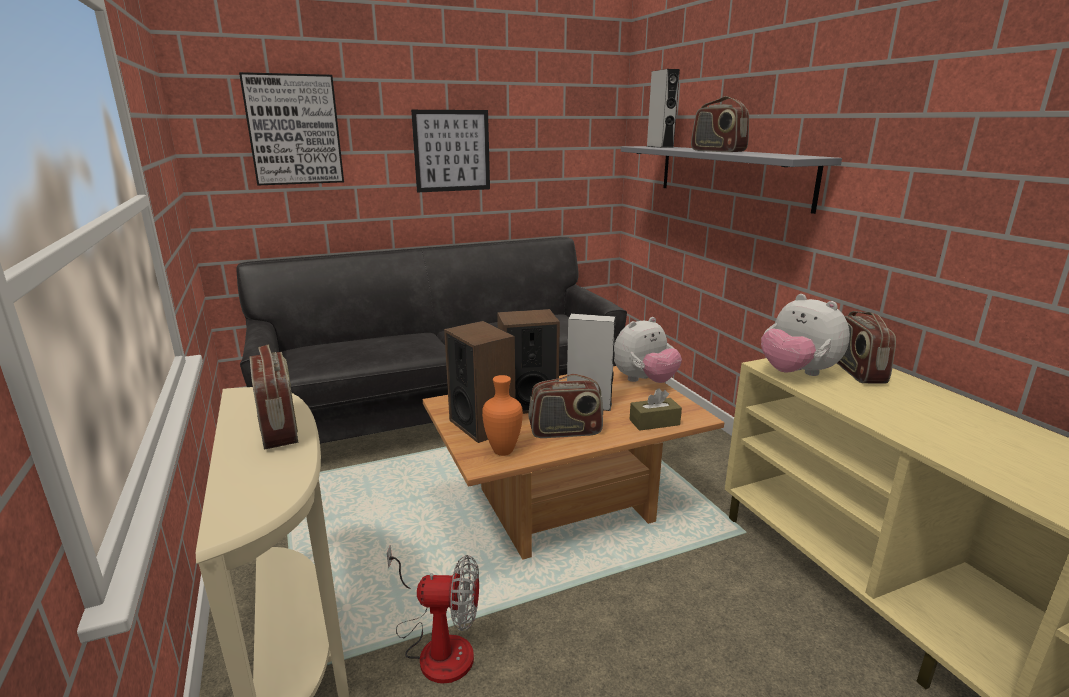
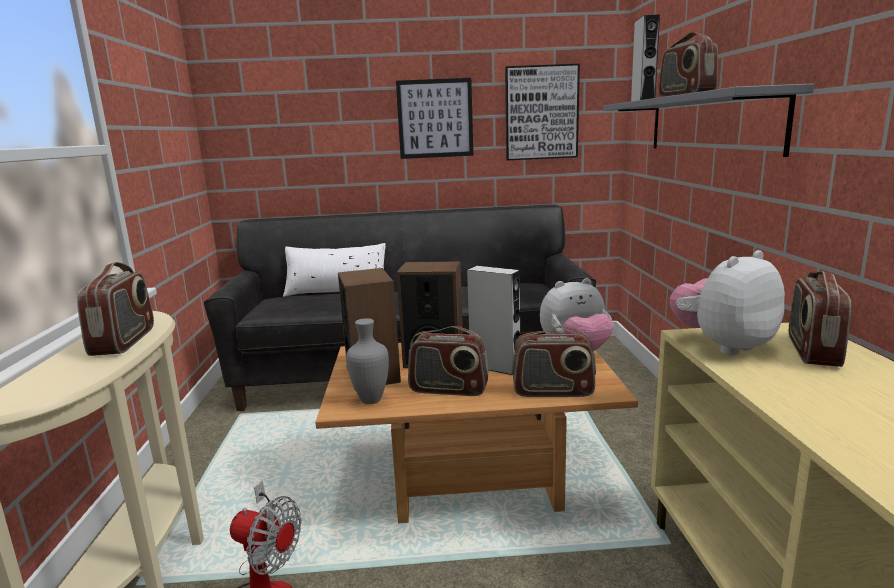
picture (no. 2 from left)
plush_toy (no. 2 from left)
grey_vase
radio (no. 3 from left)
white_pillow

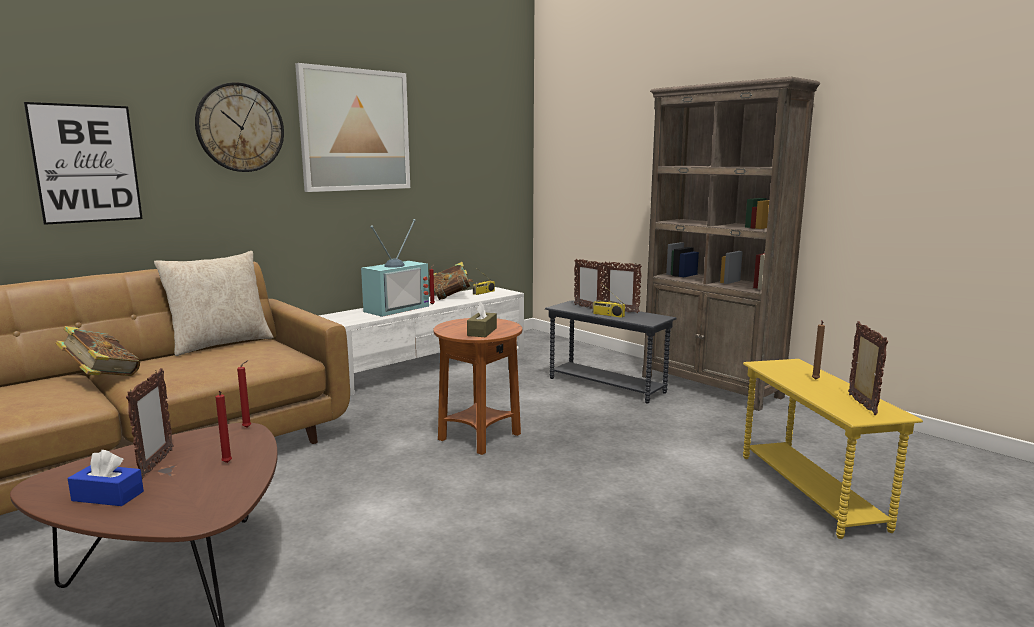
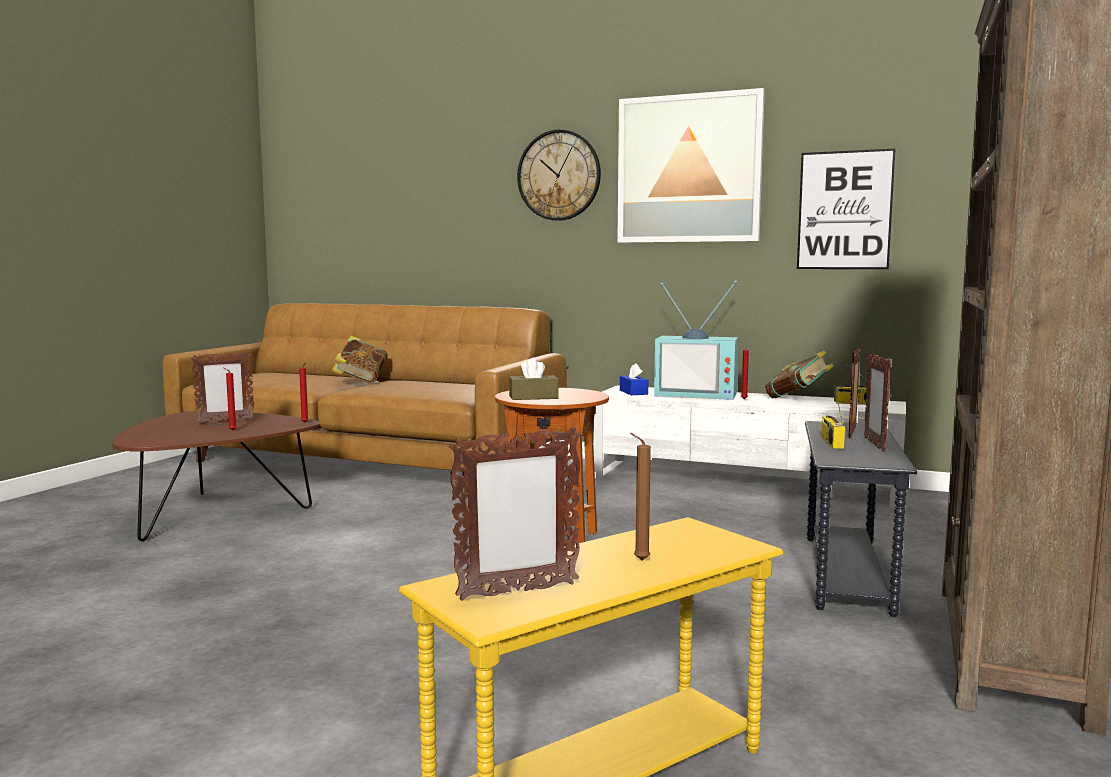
picture (no. 2 from left)
beige_pillow
blue_tissue_box

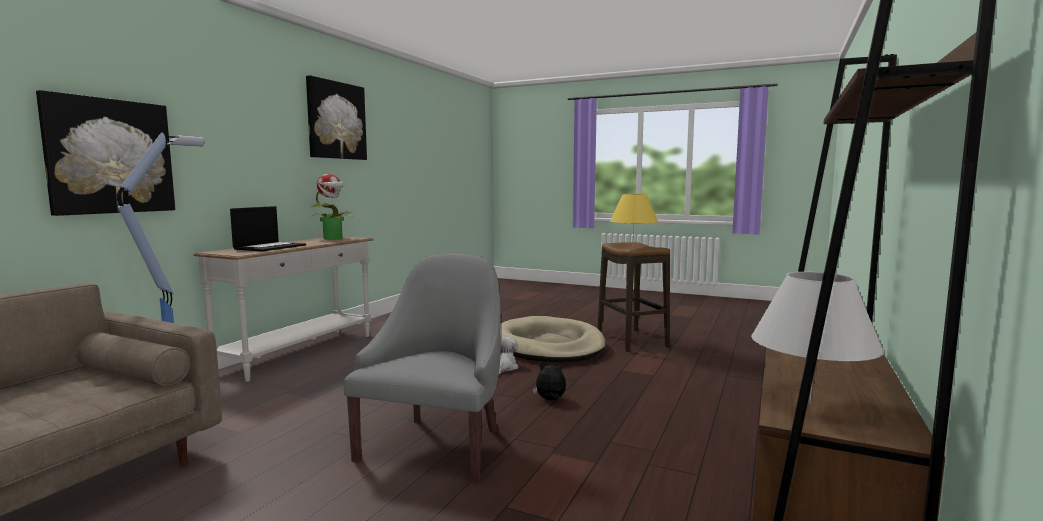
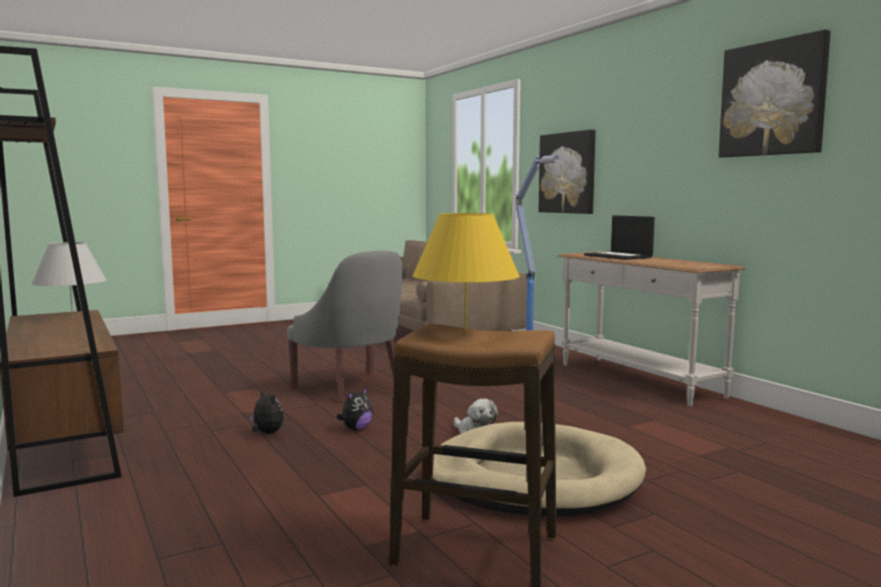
potted_plant
plush_toy (no. 1 from left)

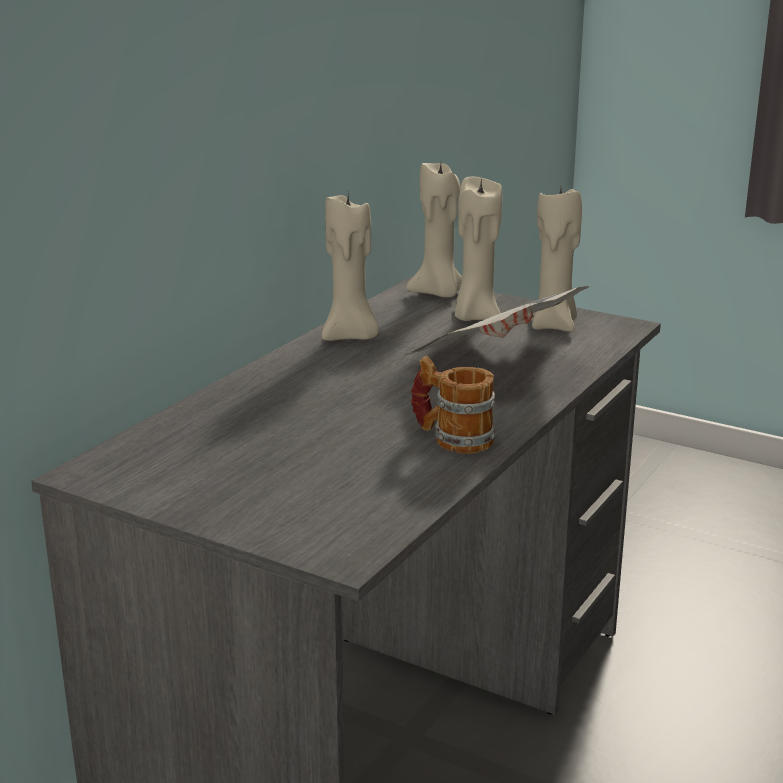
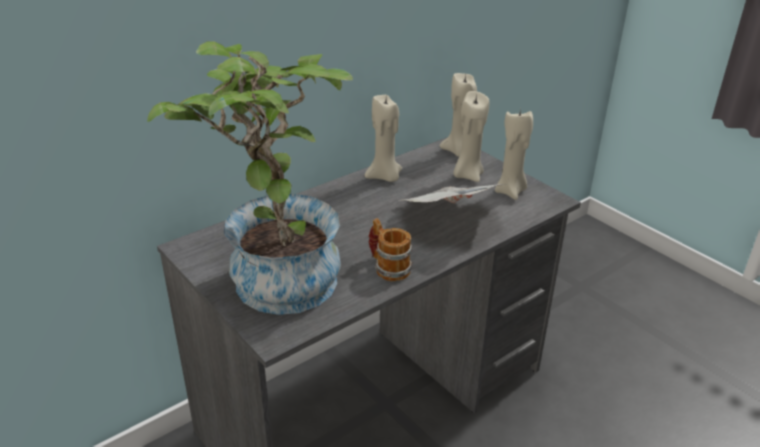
potted_plant

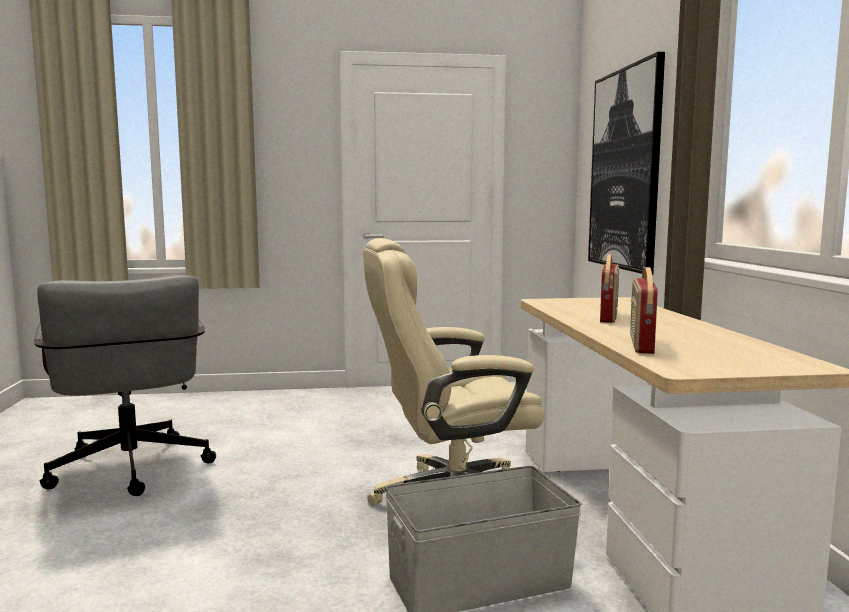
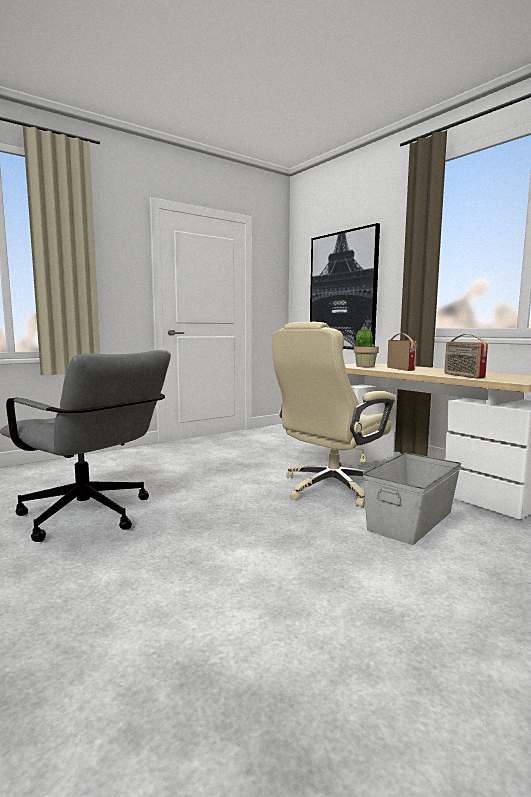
potted_plant

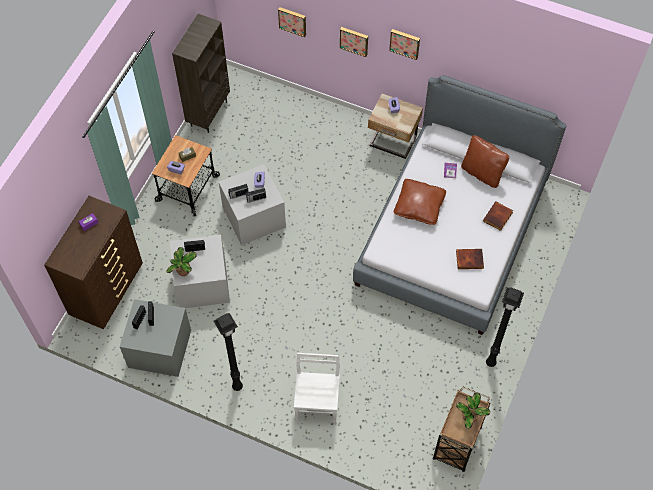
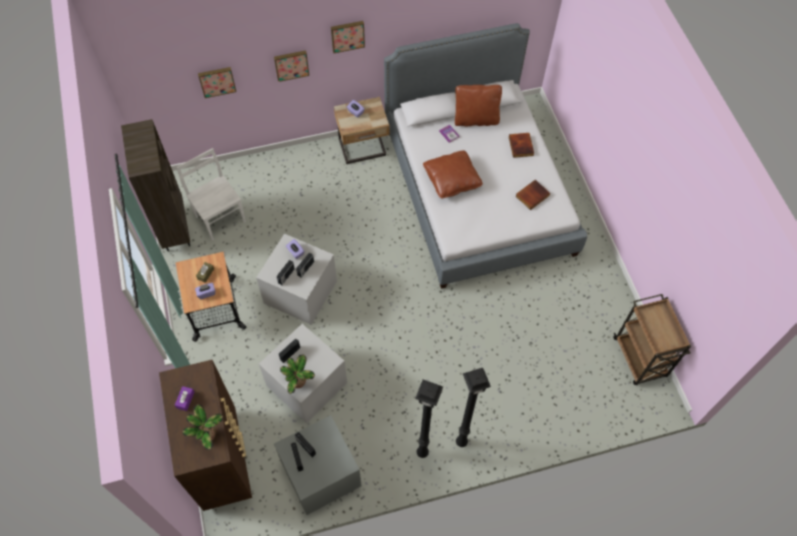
black_floor_lamp (no. 2 from left)
white_chair
potted_plant (no. 1 from left)

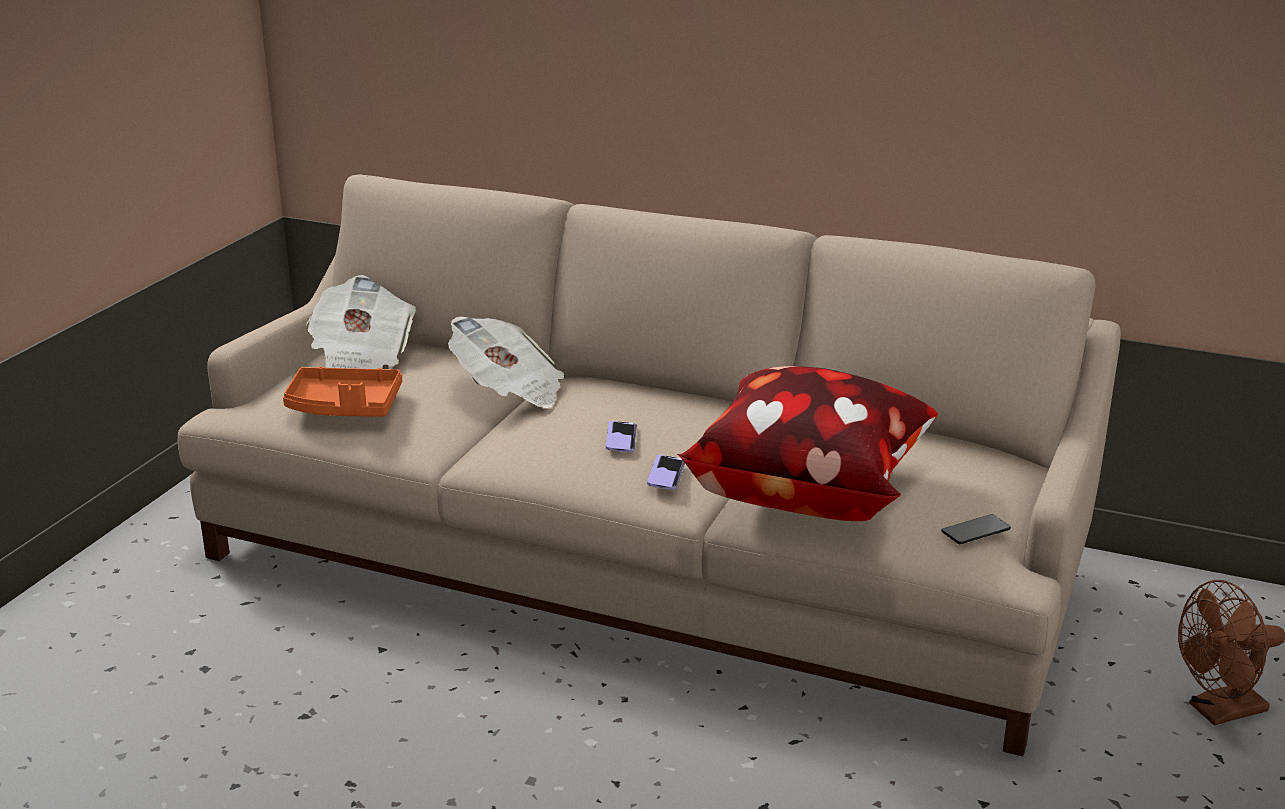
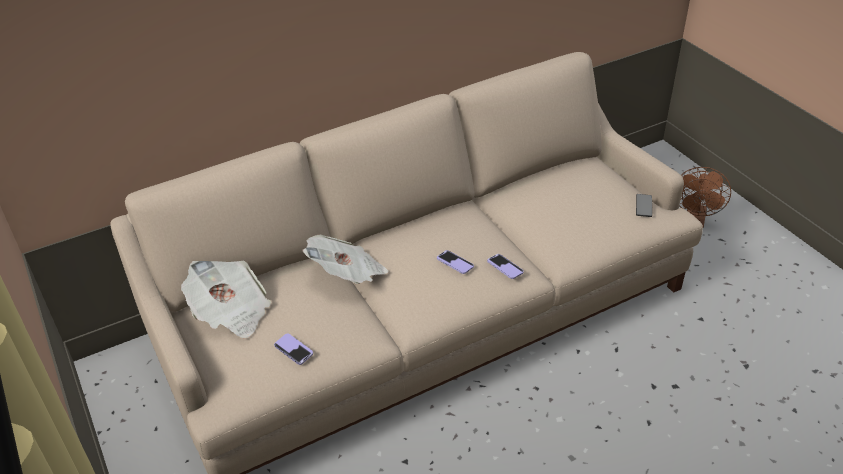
pillow
phone (no. 1 from left)

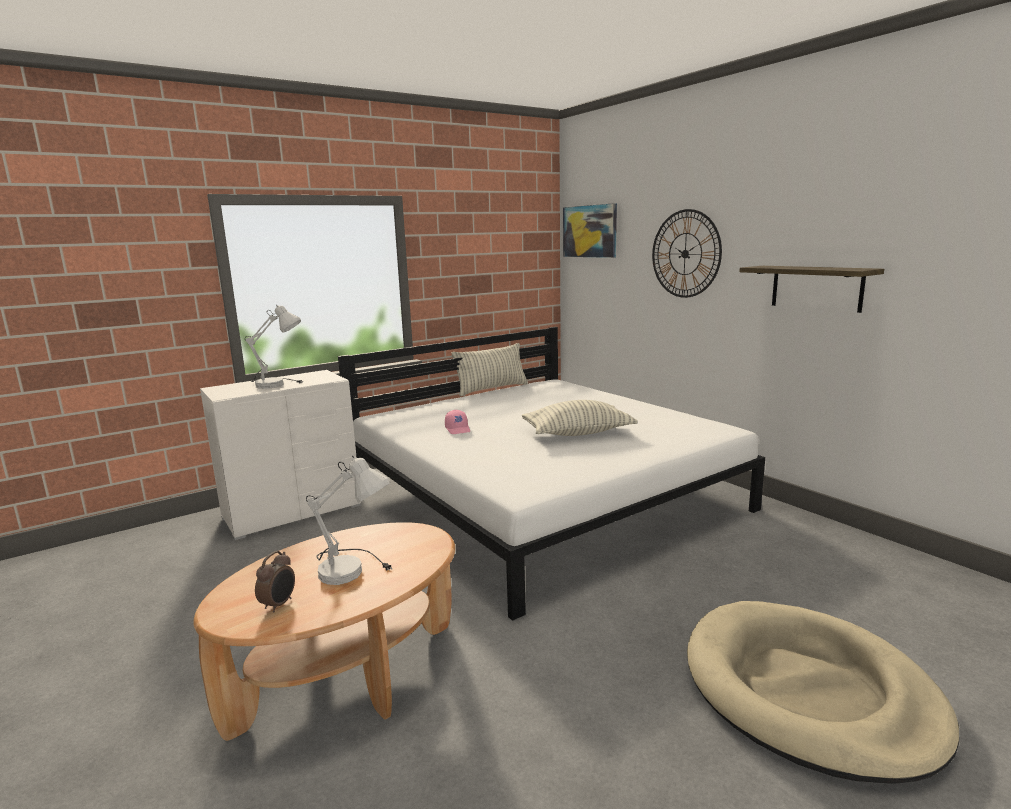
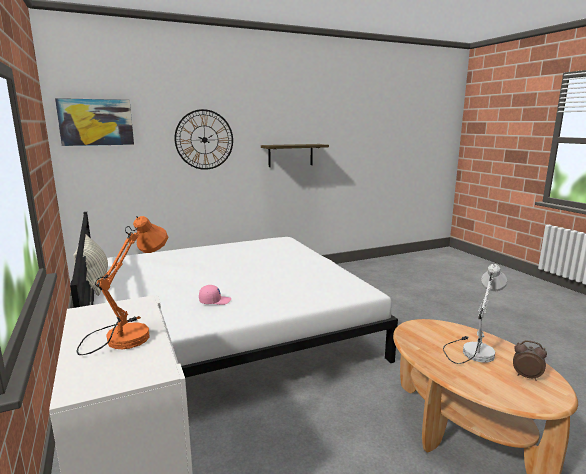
orange_table_lamp
pillow (no. 2 from left in the first image)
beige_dog_bed

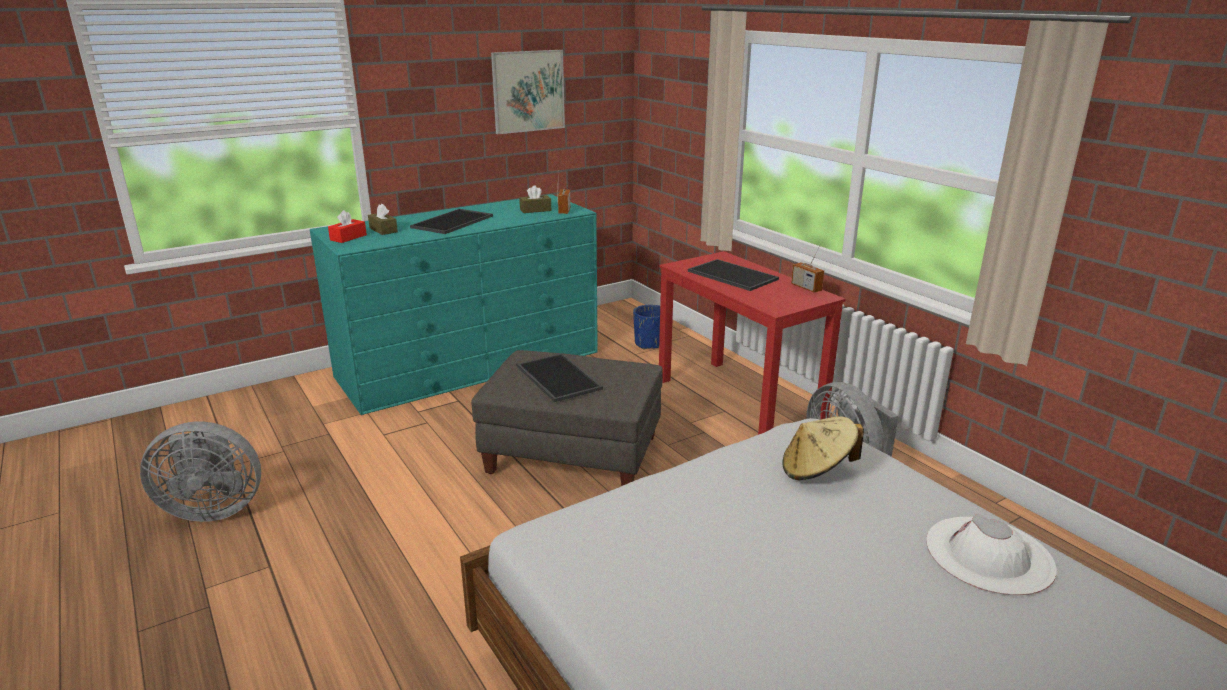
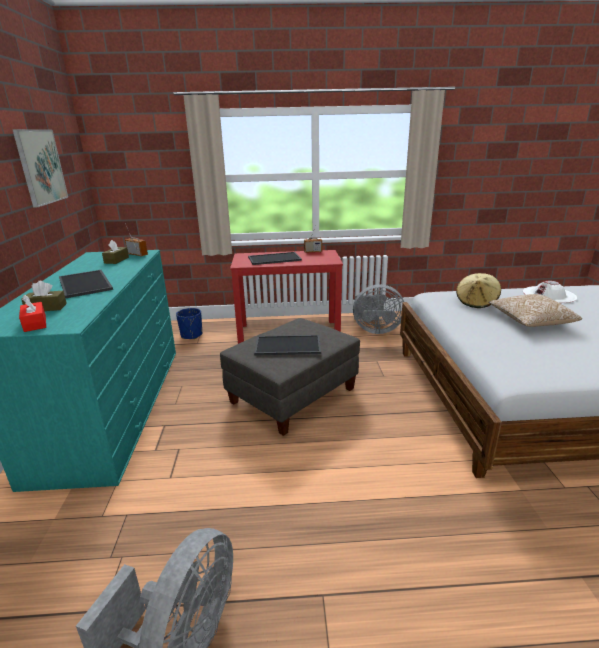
pillow

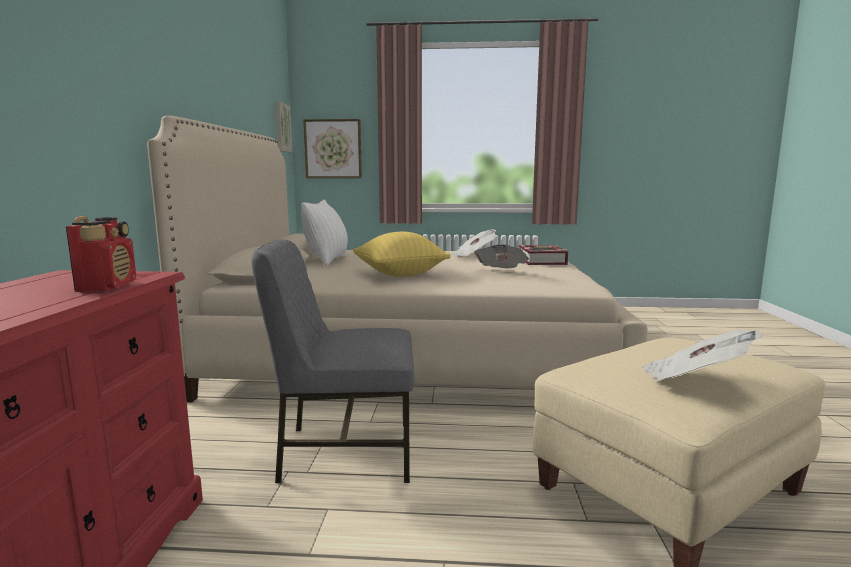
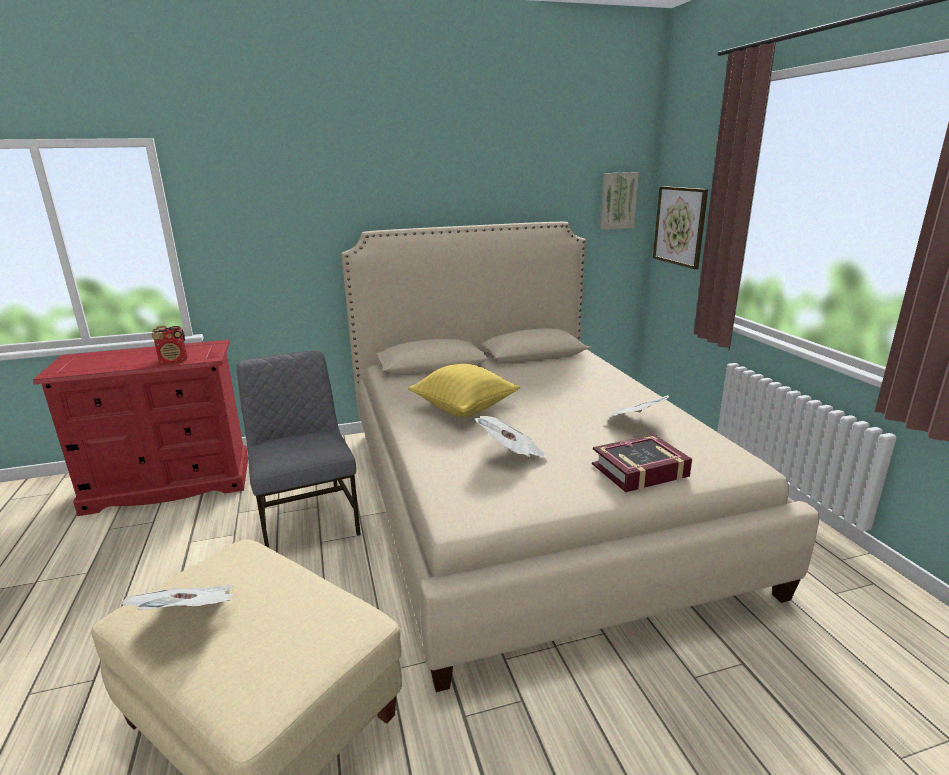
white_pillow

